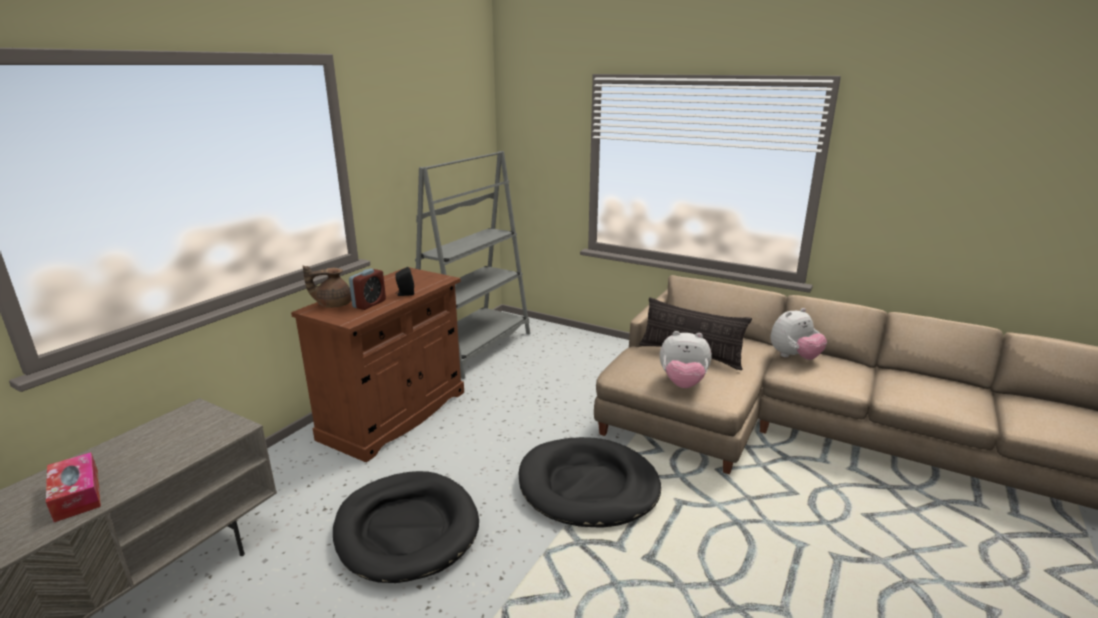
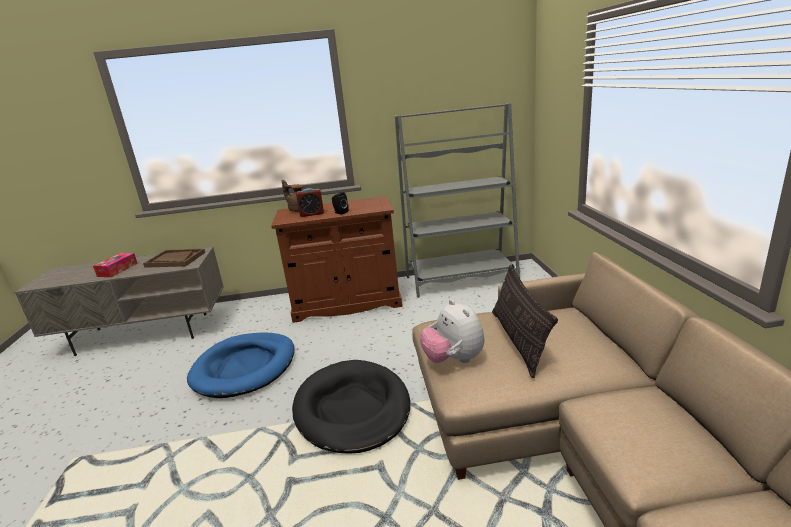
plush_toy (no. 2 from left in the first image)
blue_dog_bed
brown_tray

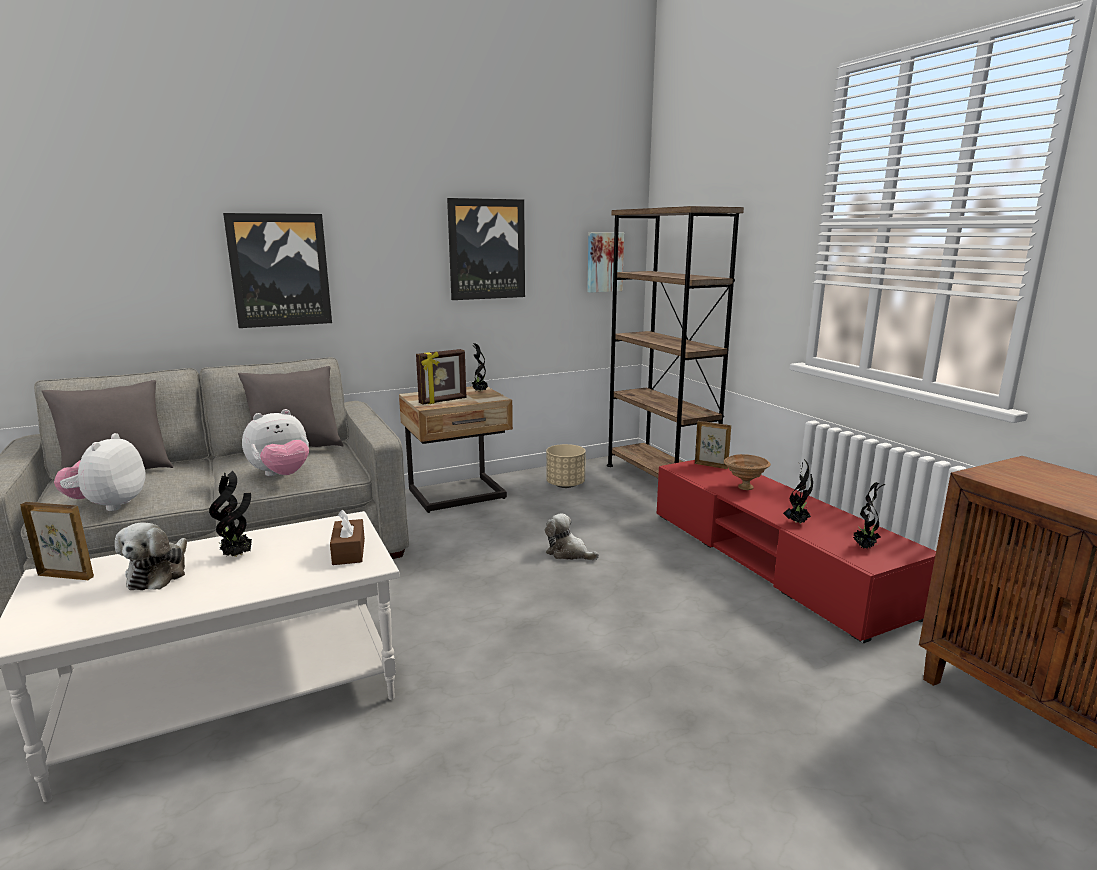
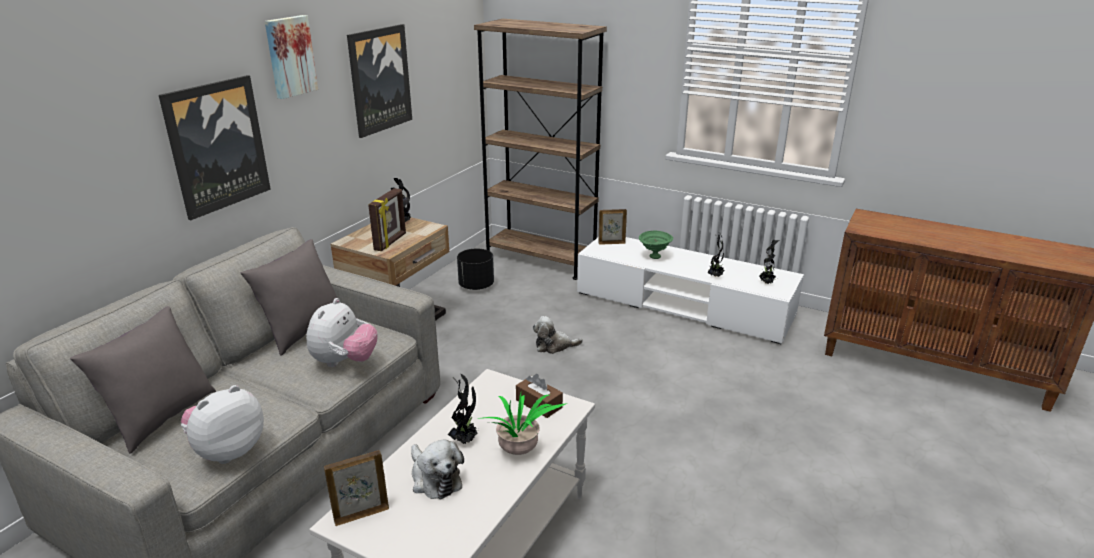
picture (no. 2 from left)
plush_toy (no. 1 from left)
black_planter
green_bowl
white_tv_stand
potted_plant (no. 3 from left)

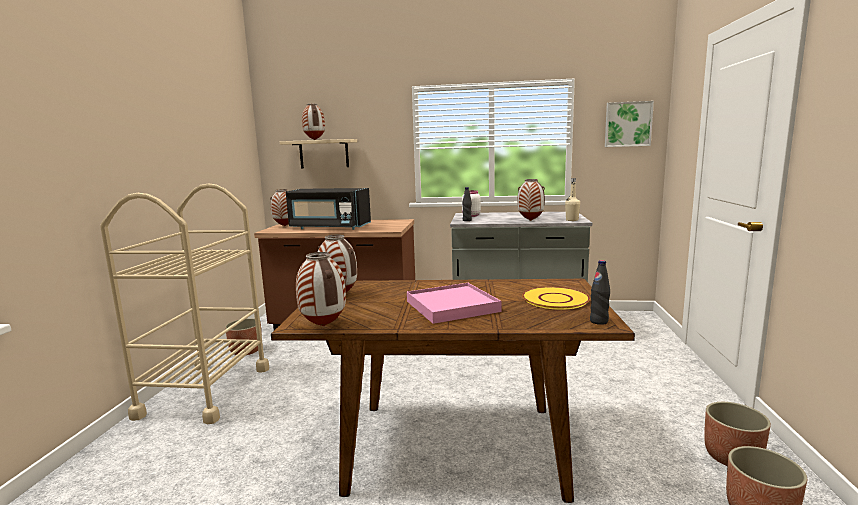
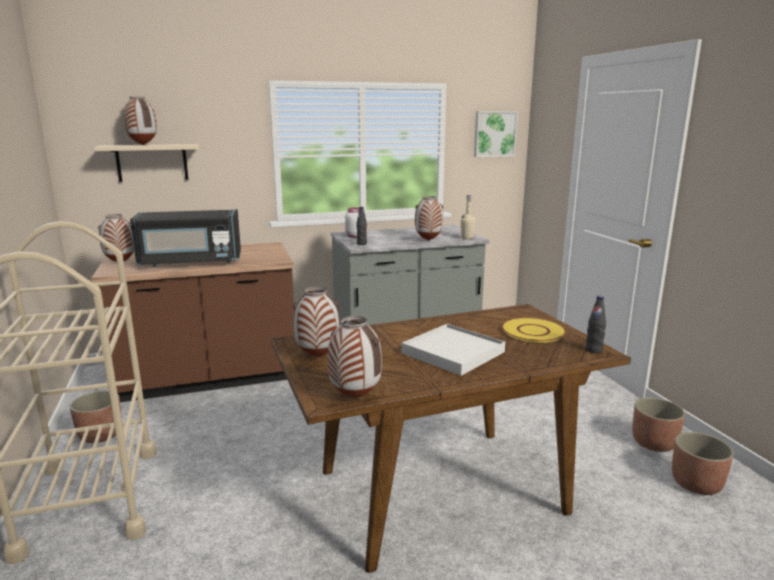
white_tray

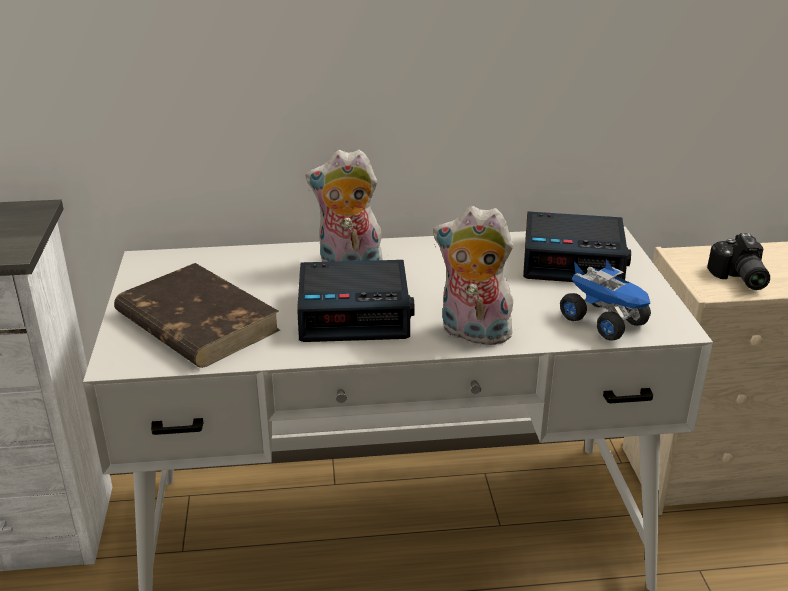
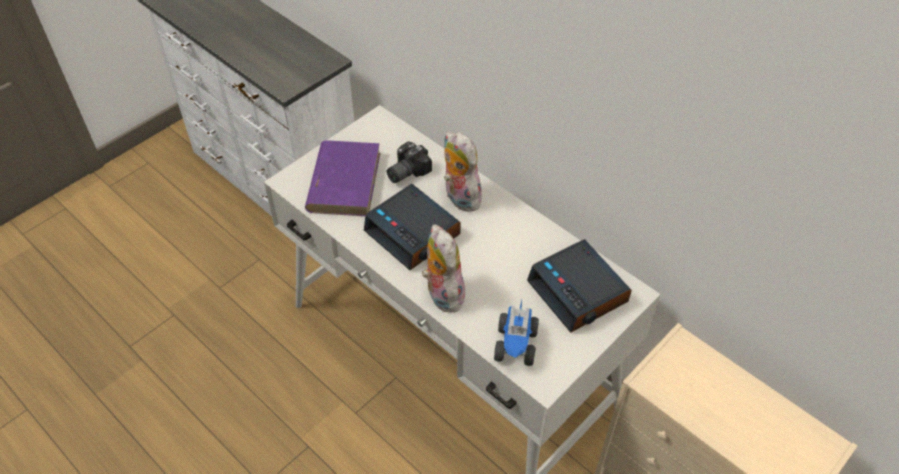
photo_camera
purple_book

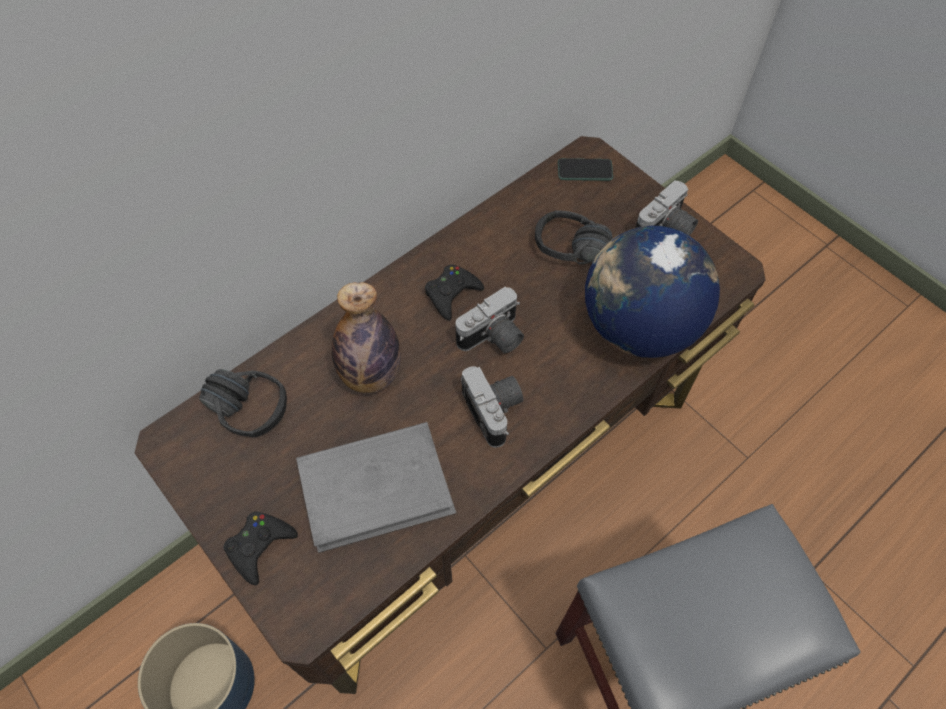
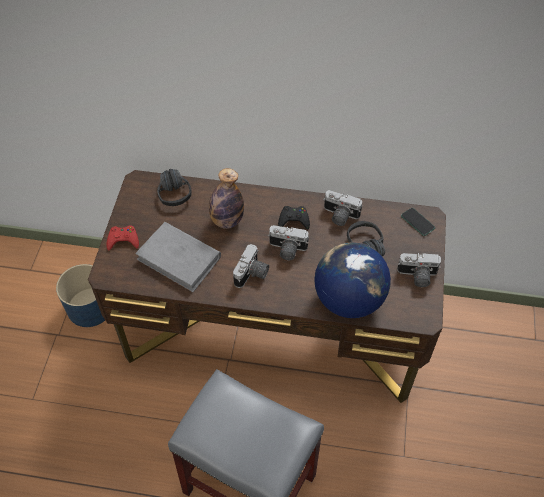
red_game_controller
photo_camera (no. 3 from left)

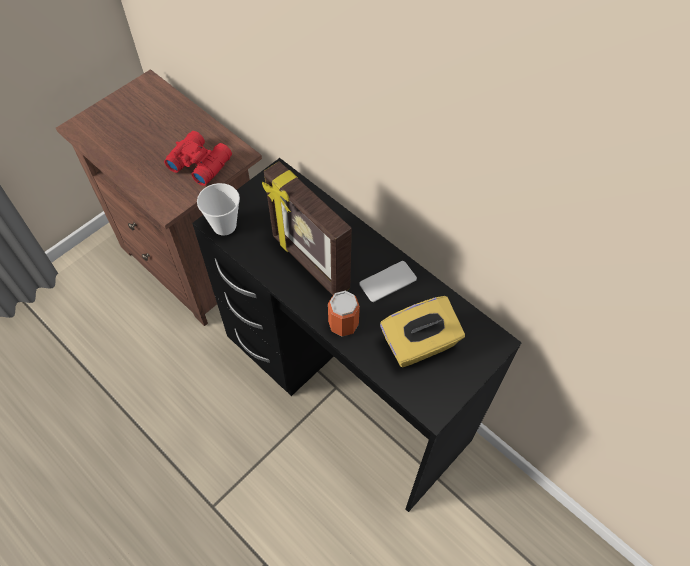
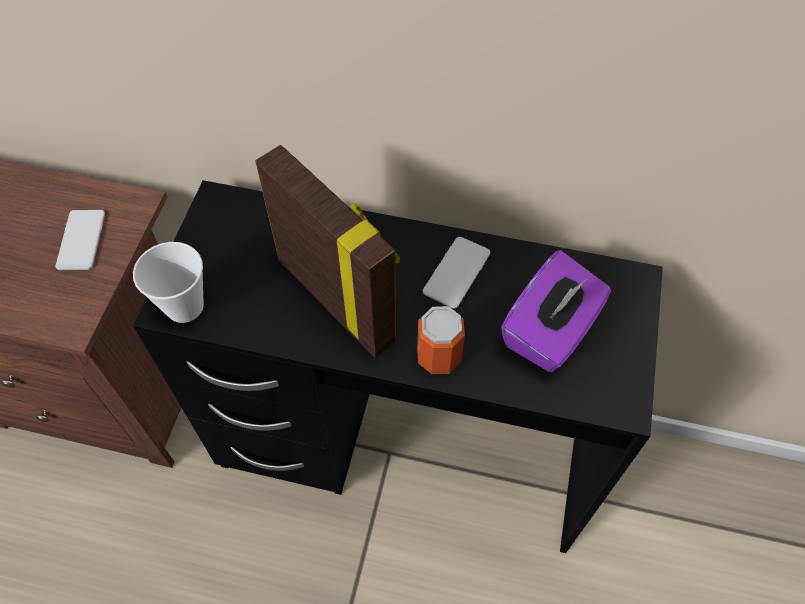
phone (no. 1 from left)
picture_frame
purple_tissue_box

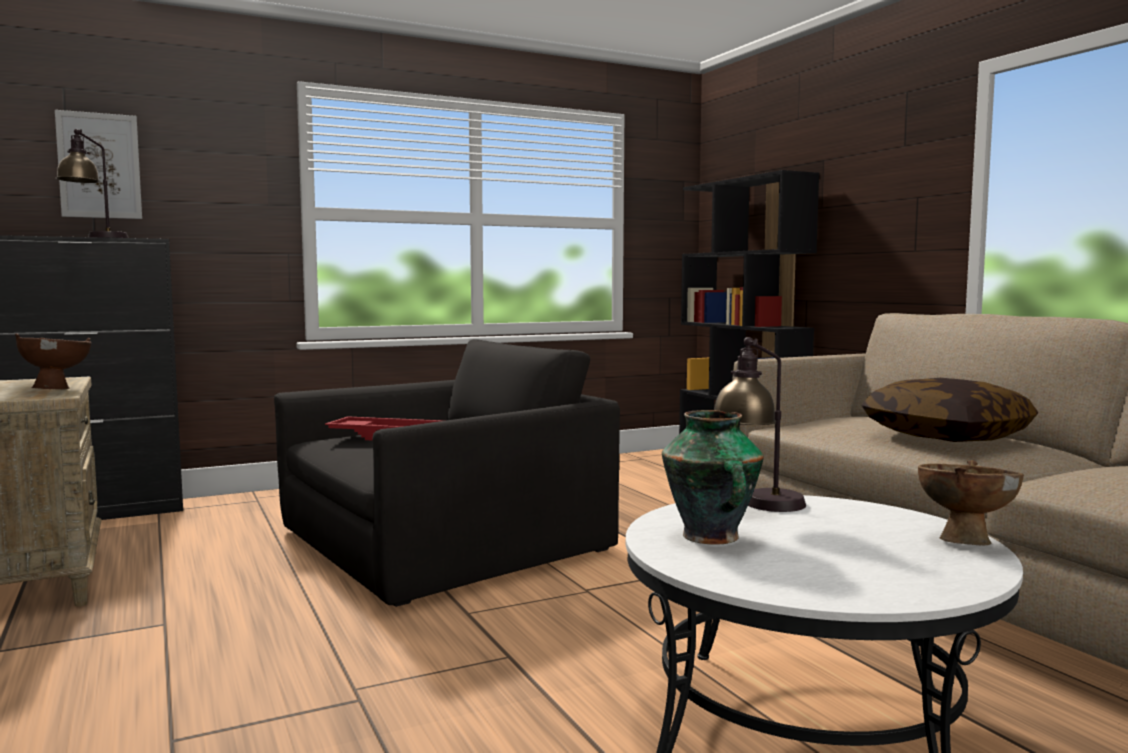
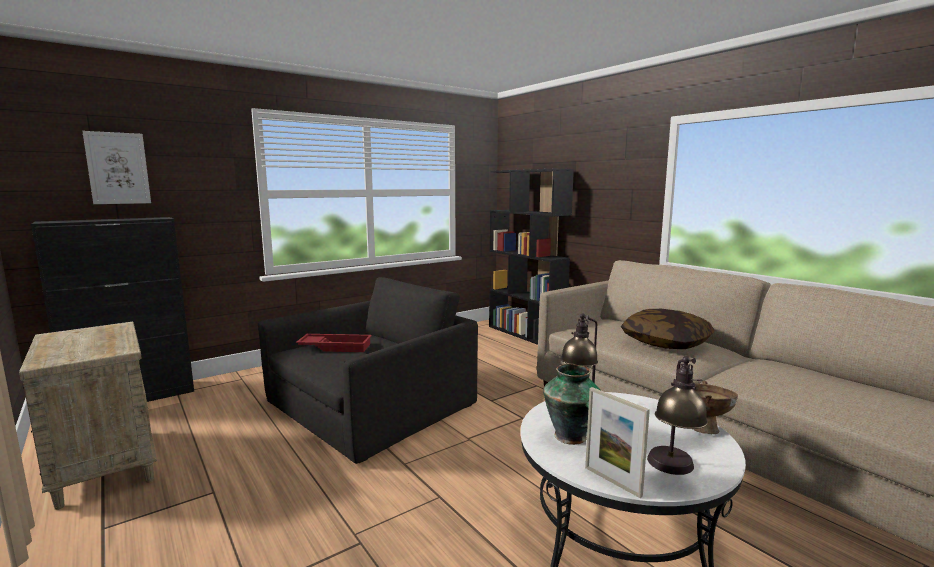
table_lamp (no. 2 from left)
brown_bowl (no. 1 from left in the first image)
picture_frame

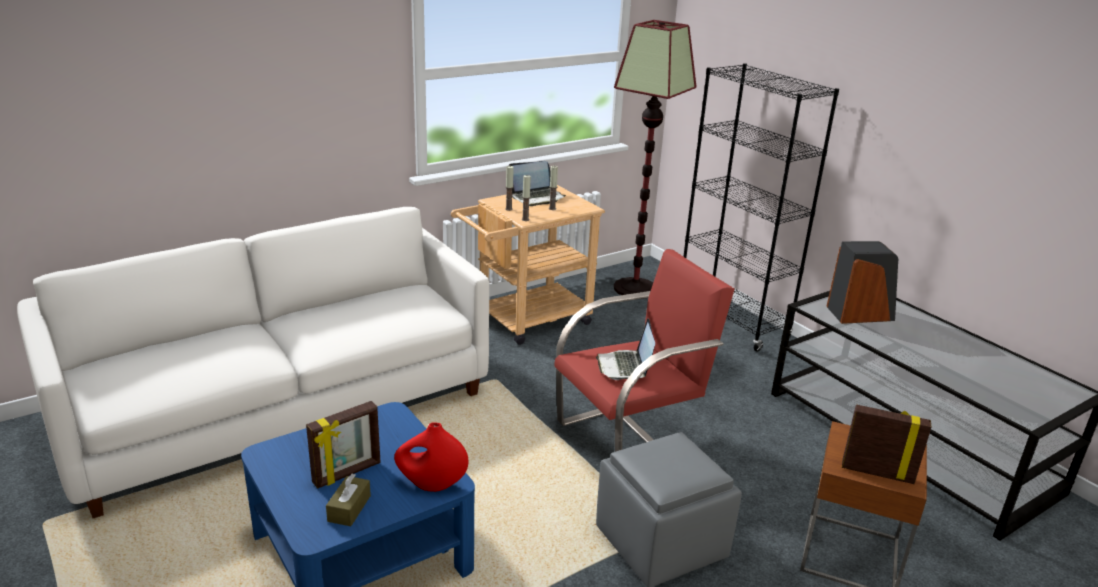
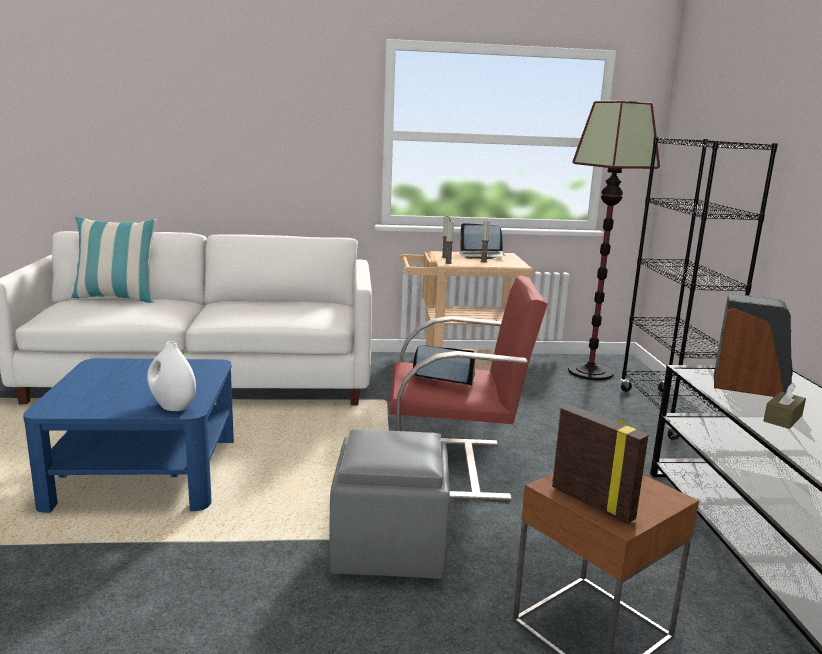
laptop (no. 1 from left)
picture_frame (no. 1 from left in the first image)
white_vase
brown_tissue_box
pillow

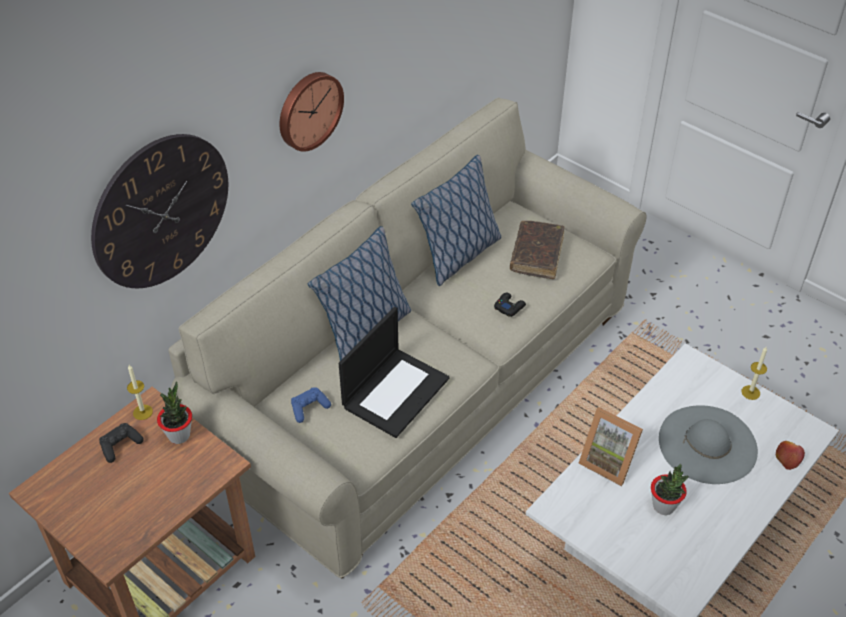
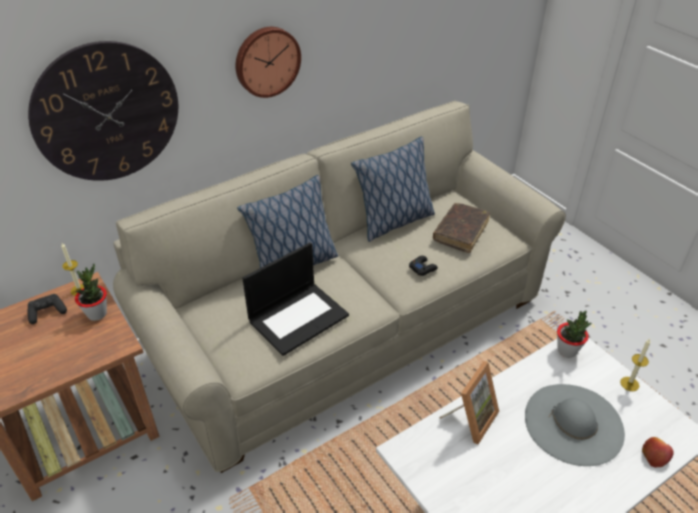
blue_game_controller
picture_frame
potted_plant (no. 2 from left)

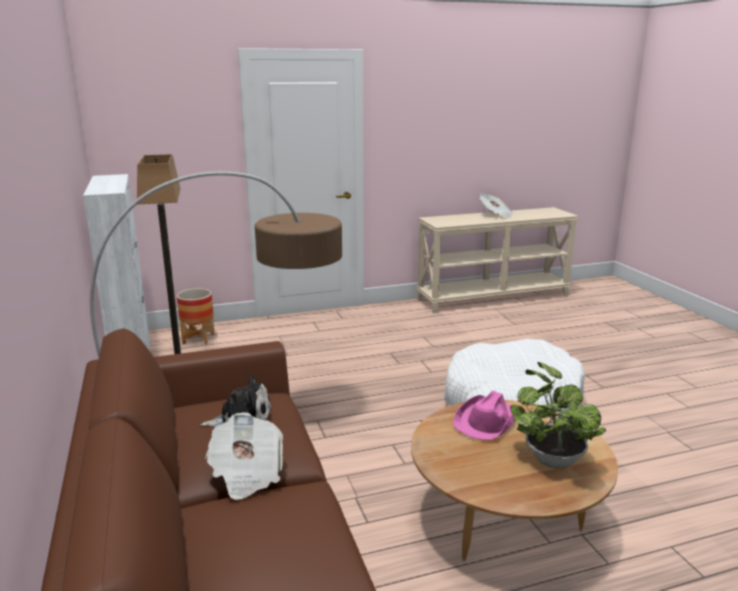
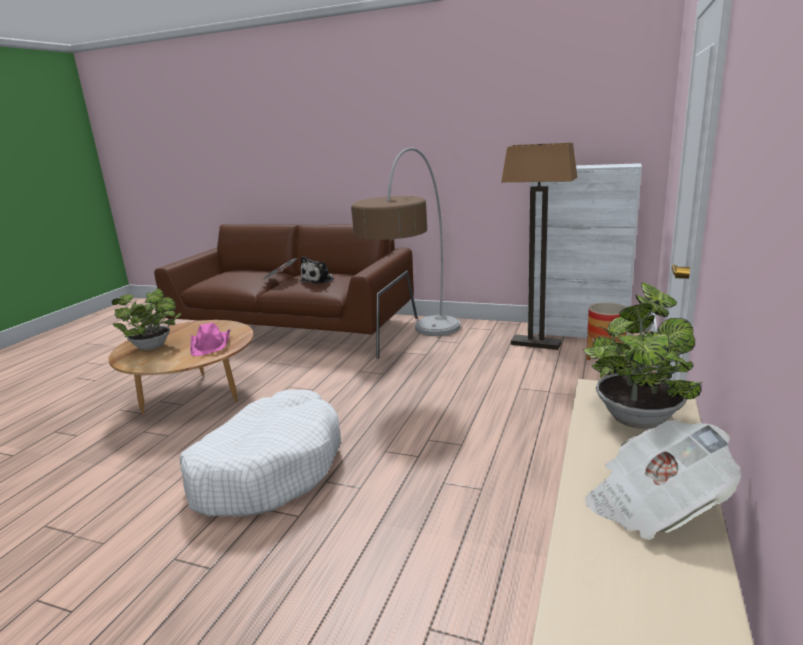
potted_plant (no. 2 from left)

